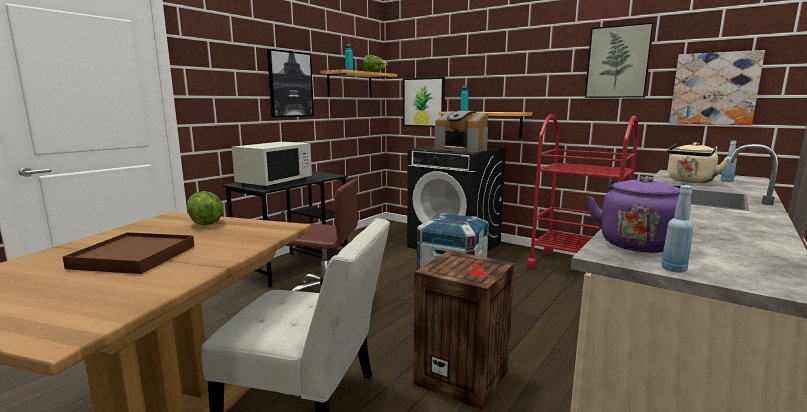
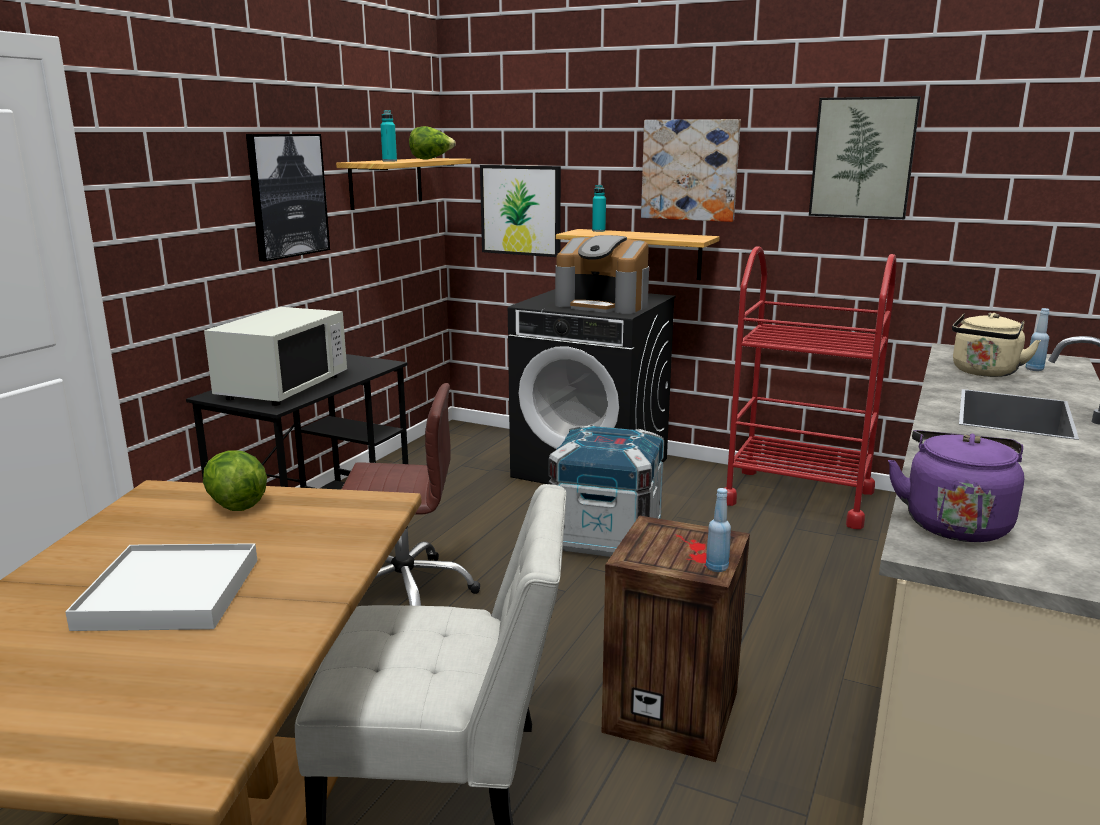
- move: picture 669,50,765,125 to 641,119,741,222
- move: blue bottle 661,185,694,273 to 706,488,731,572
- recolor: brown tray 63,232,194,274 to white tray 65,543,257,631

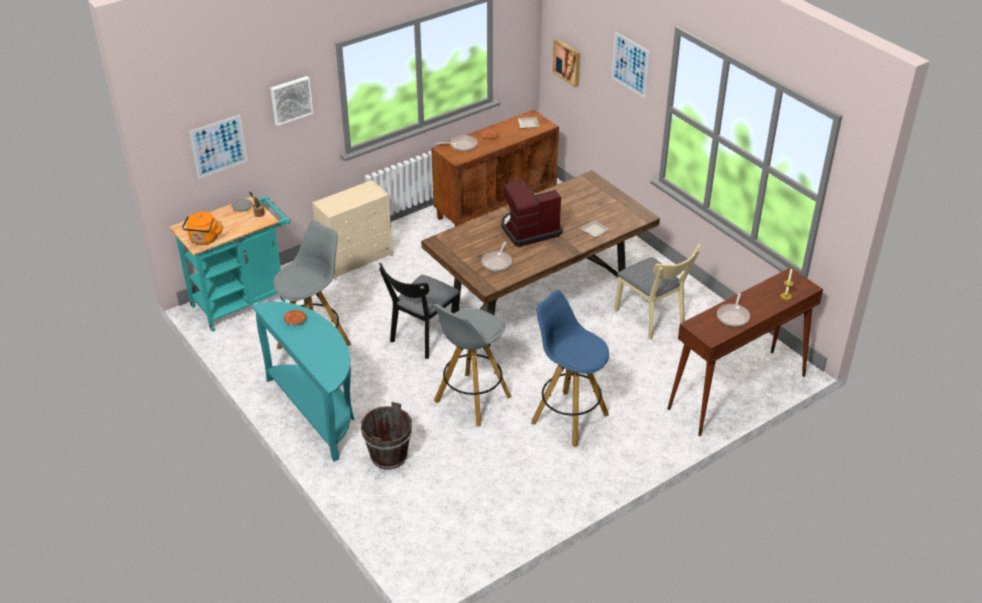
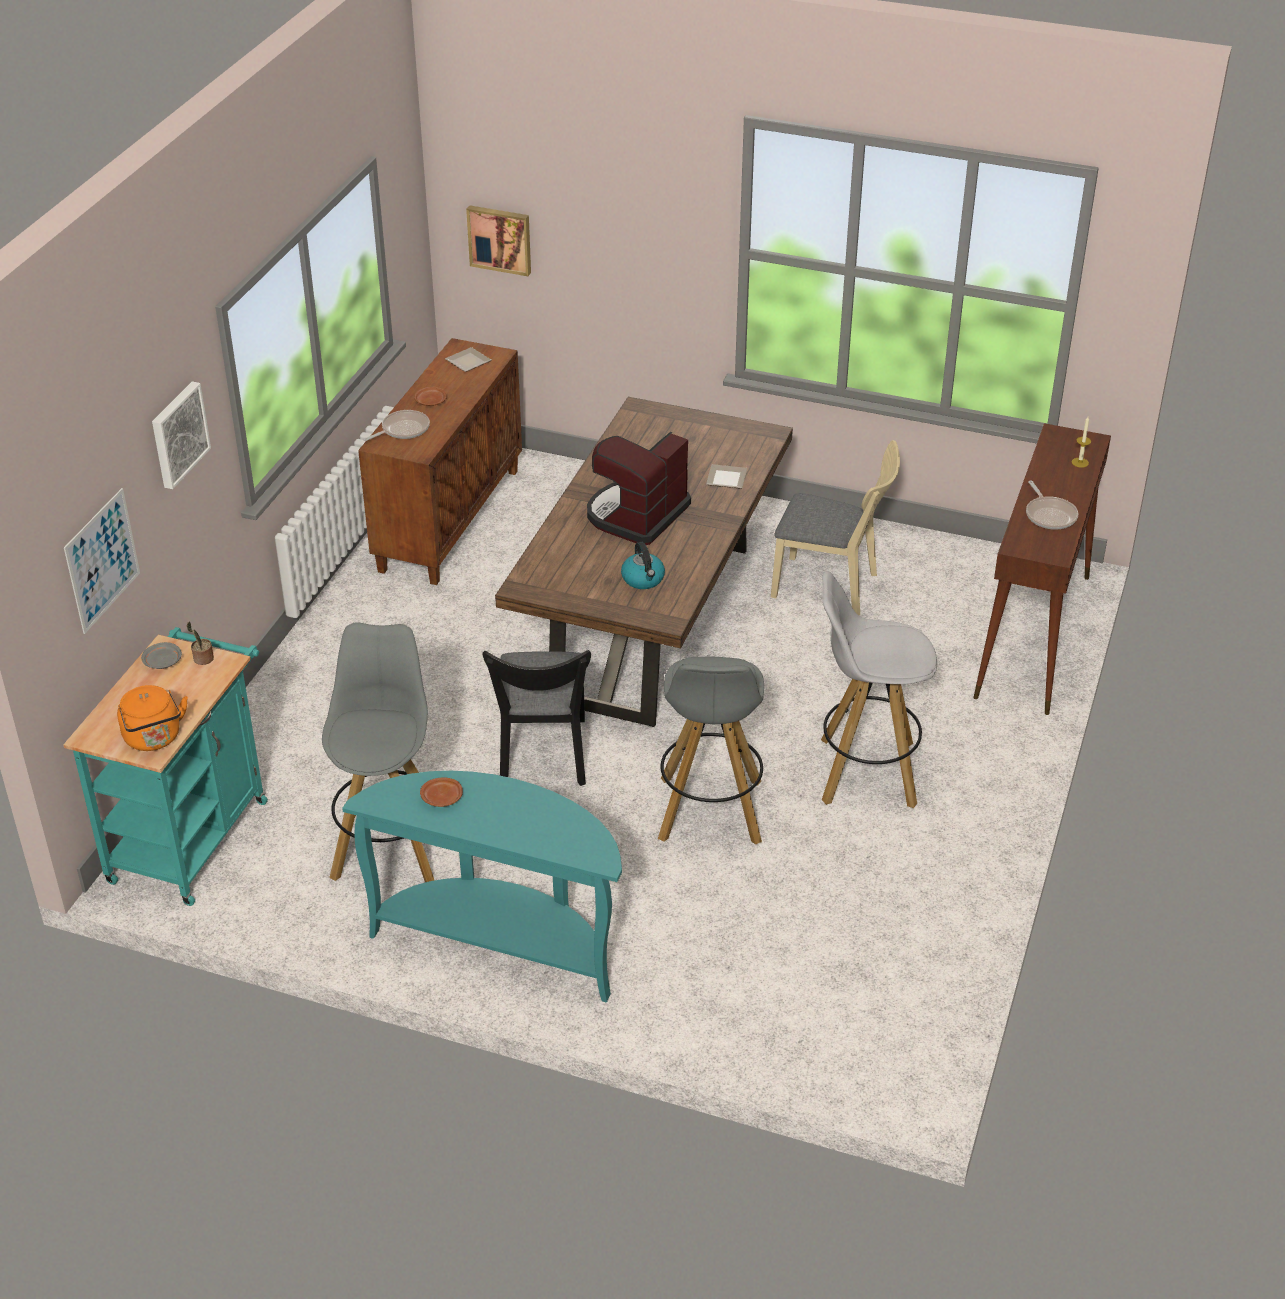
- delete: picture 612,32,650,98
- delete: beige dresser 312,180,393,280
- replace: frying pan 482,241,512,271 to kettle 621,542,665,589
- recolor: blue stool 531,290,609,447 to white stool 821,571,937,808
- delete: brown bucket 361,402,412,470

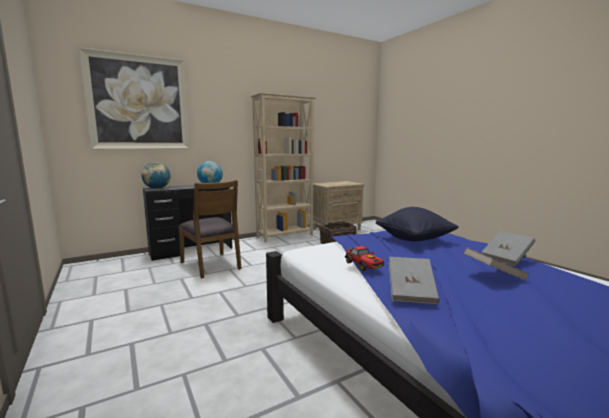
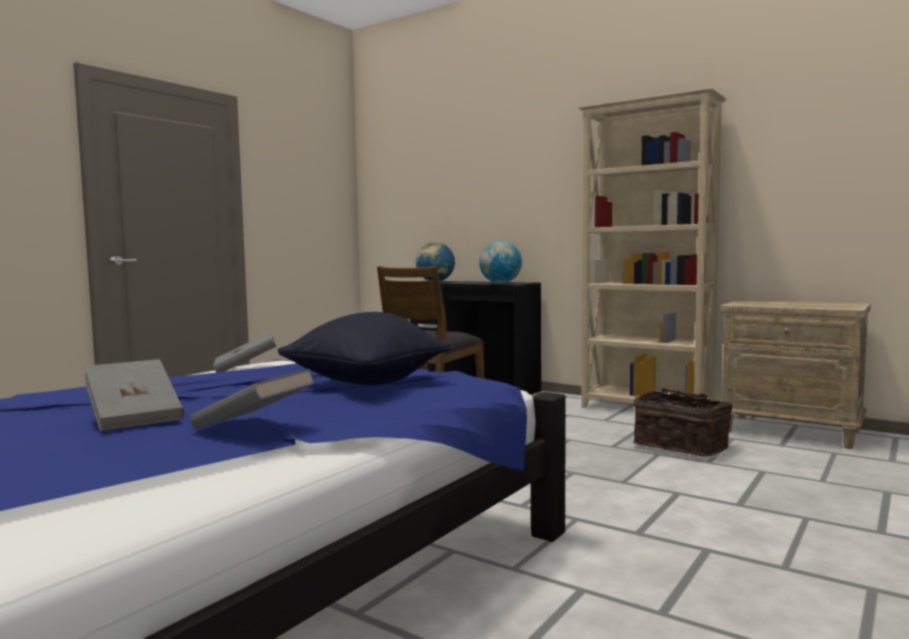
- delete: picture 79,47,190,149
- delete: toy car 345,246,384,271
- move: grey book 389,257,440,304 to 213,332,277,373

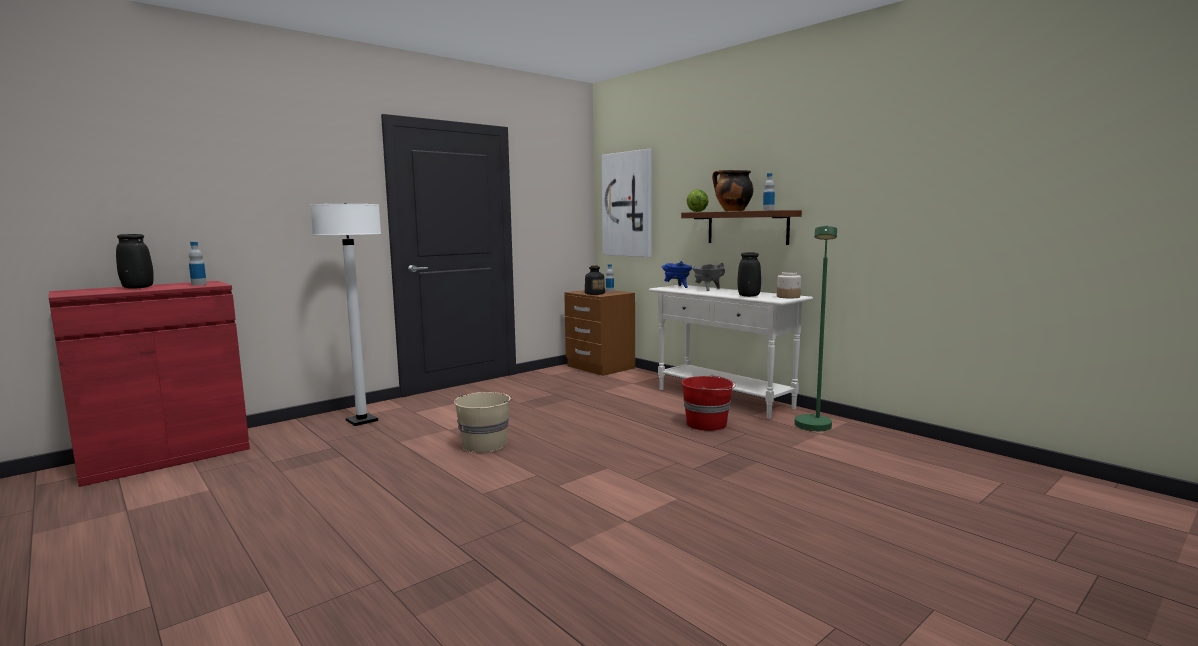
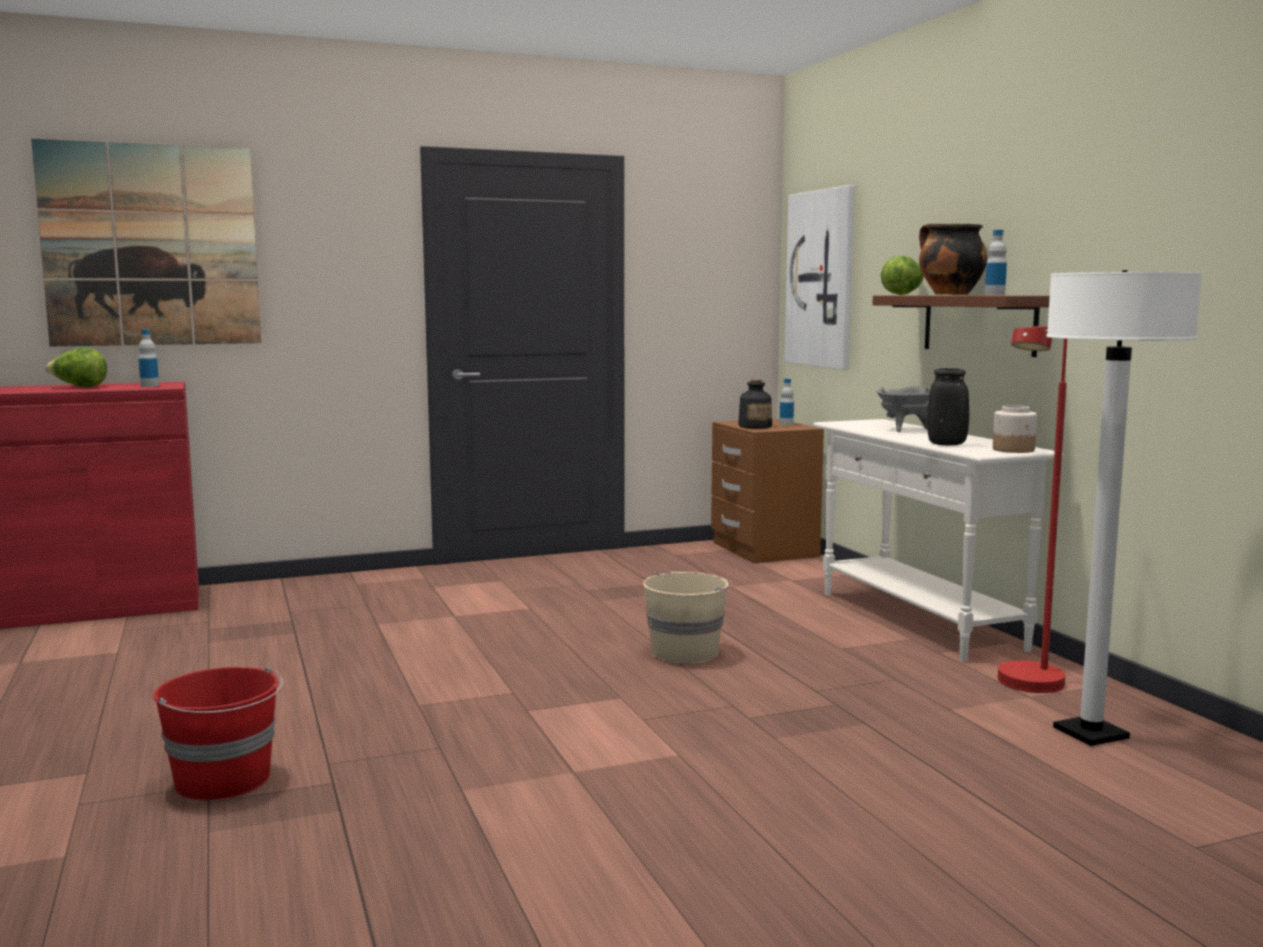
- move: white floor lamp 310,203,381,426 to 1046,270,1202,746
- recolor: green floor lamp 794,226,837,431 to red floor lamp 998,326,1067,693
- replace: black vase 116,234,154,289 to lettuce 45,348,107,387
- delete: blue cooking pot 661,261,692,288
- move: red bucket 681,376,736,431 to 153,667,283,800
- move: beige bucket 454,392,513,453 to 643,571,732,664
- insert: picture 31,139,261,346

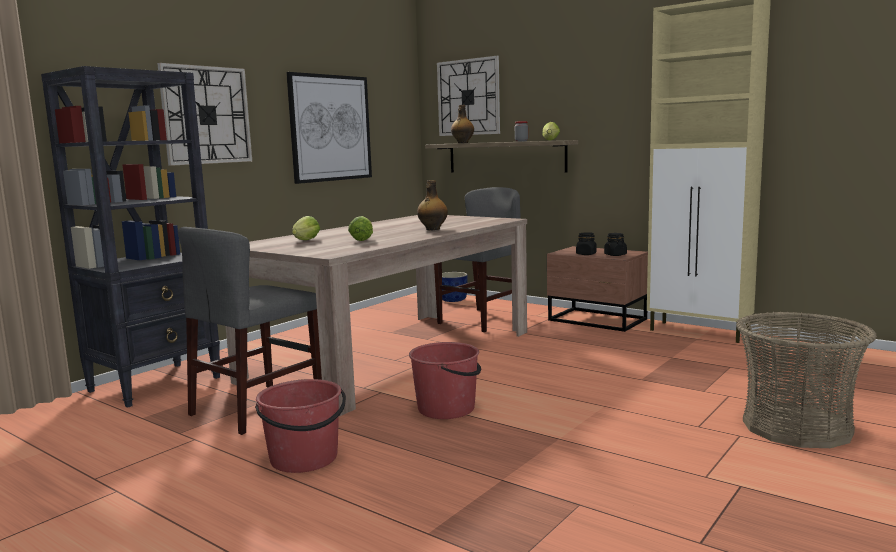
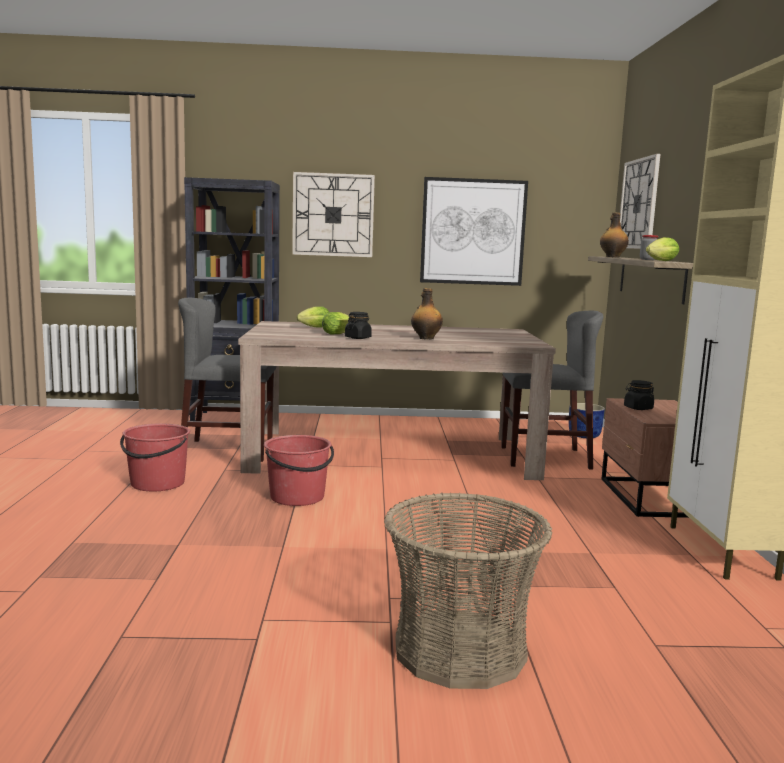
- move: black jar 604,233,627,256 to 345,312,372,339

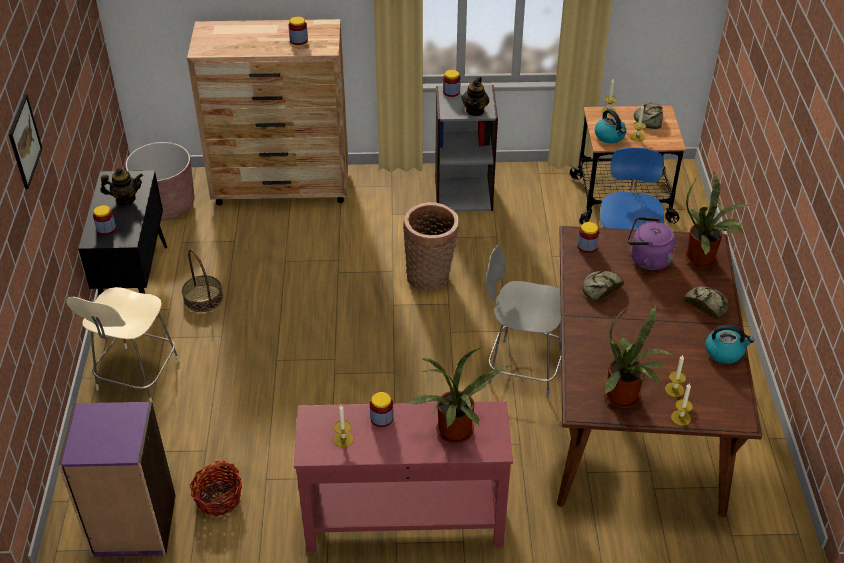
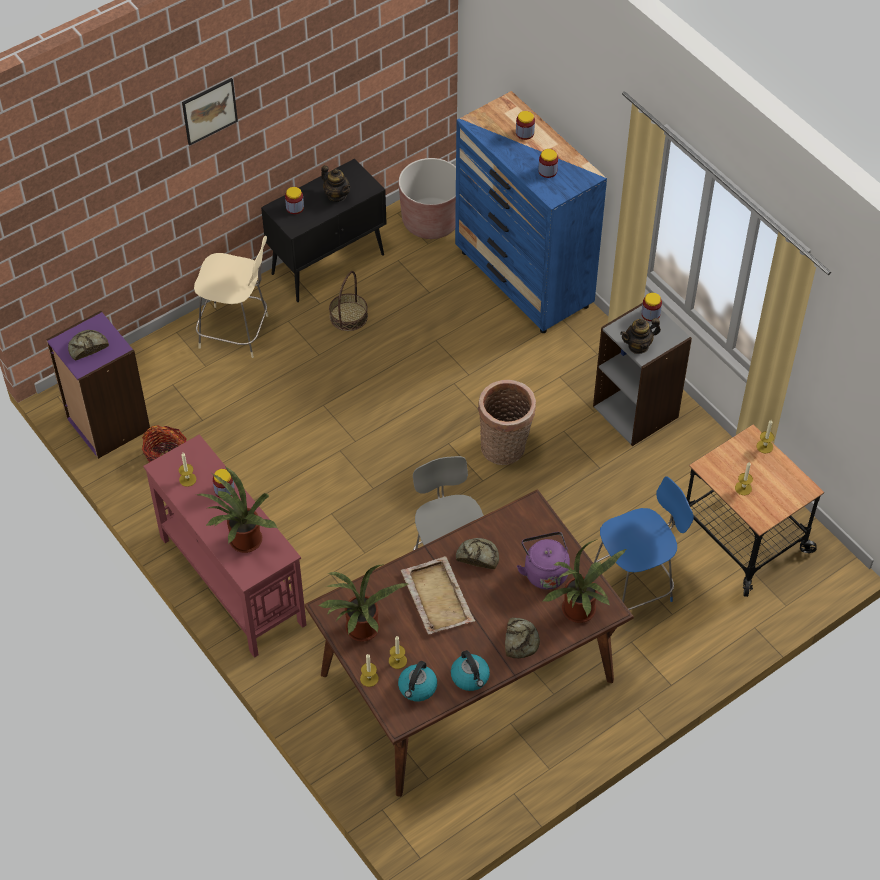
- recolor: brown dresser 187,19,348,205 to blue dresser 455,91,607,333
- move: bread 634,103,663,129 to 68,330,109,361
- move: kettle 595,109,626,143 to 398,661,437,701
- move: jar 577,222,599,253 to 516,111,535,140
- rotate: beige chair 66,287,180,403 = 194,236,268,358 150 degrees counterclockwise
- insert: beige tray 401,556,475,634

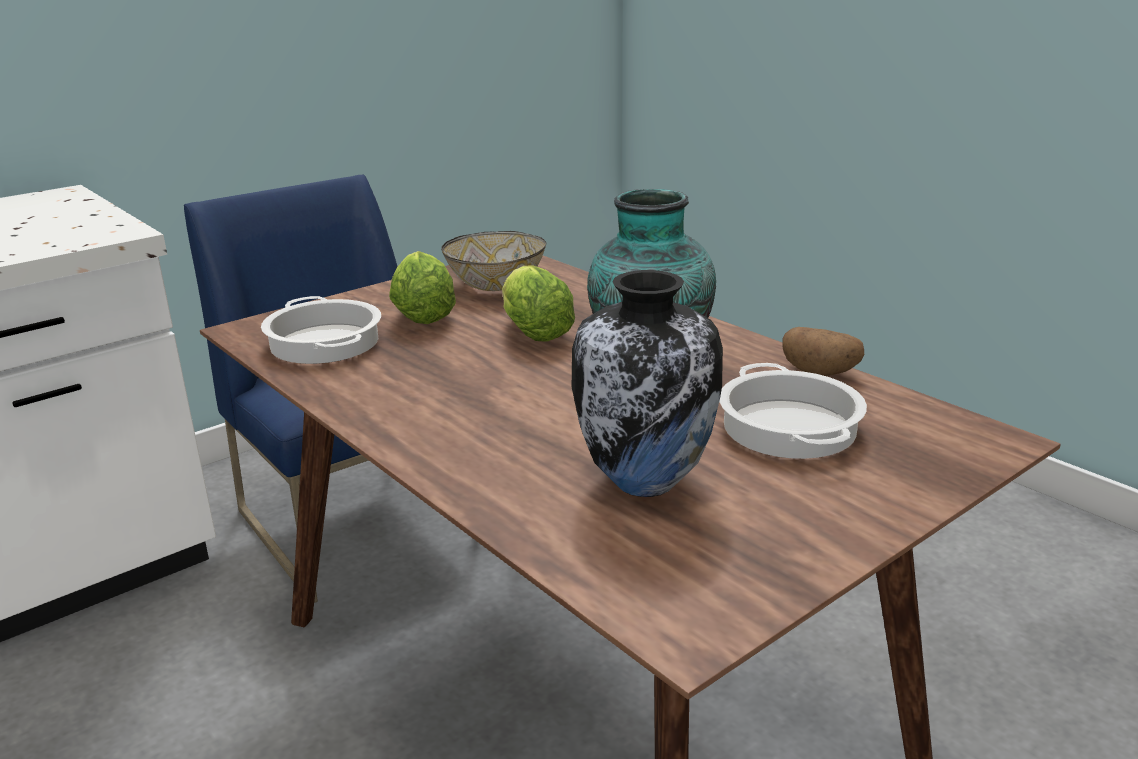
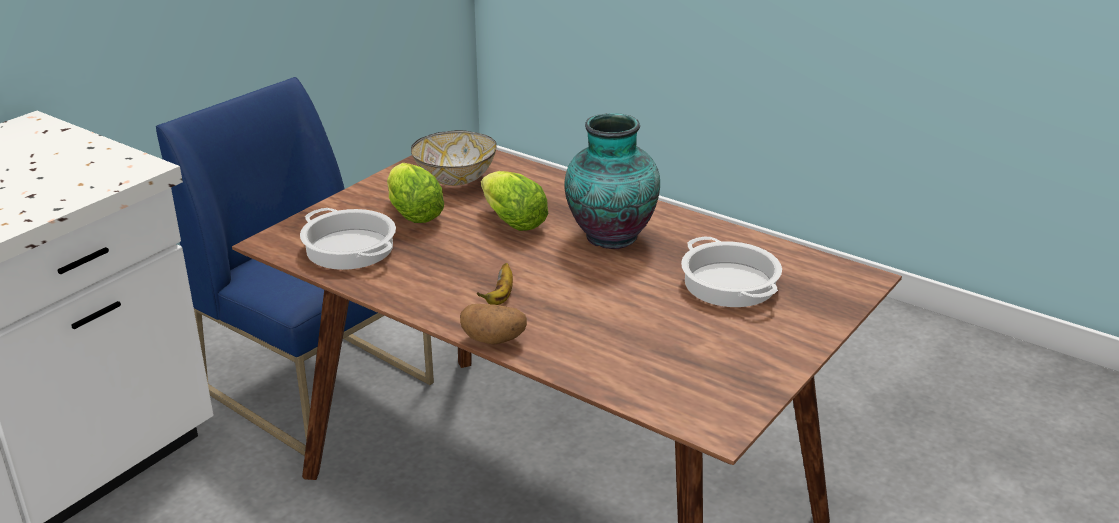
- delete: vase 572,270,723,497
- move: potato 782,327,864,376 to 460,304,527,345
- insert: banana 477,263,513,305

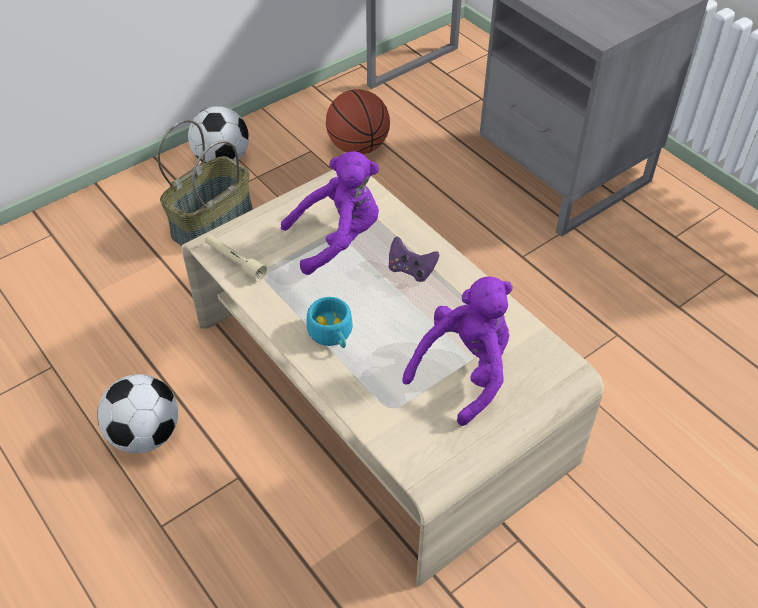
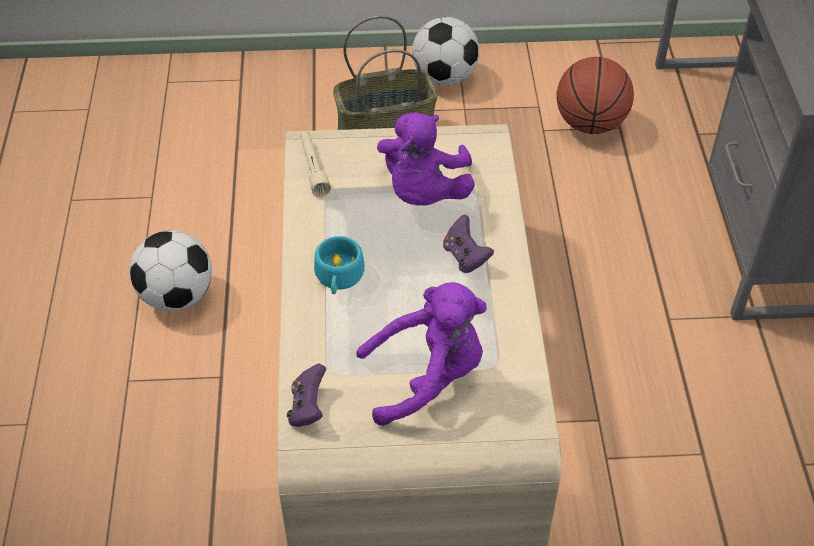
- rotate: purple plush toy 281,151,379,275 = 377,112,475,206 90 degrees clockwise
- insert: purple game controller 287,364,326,427

